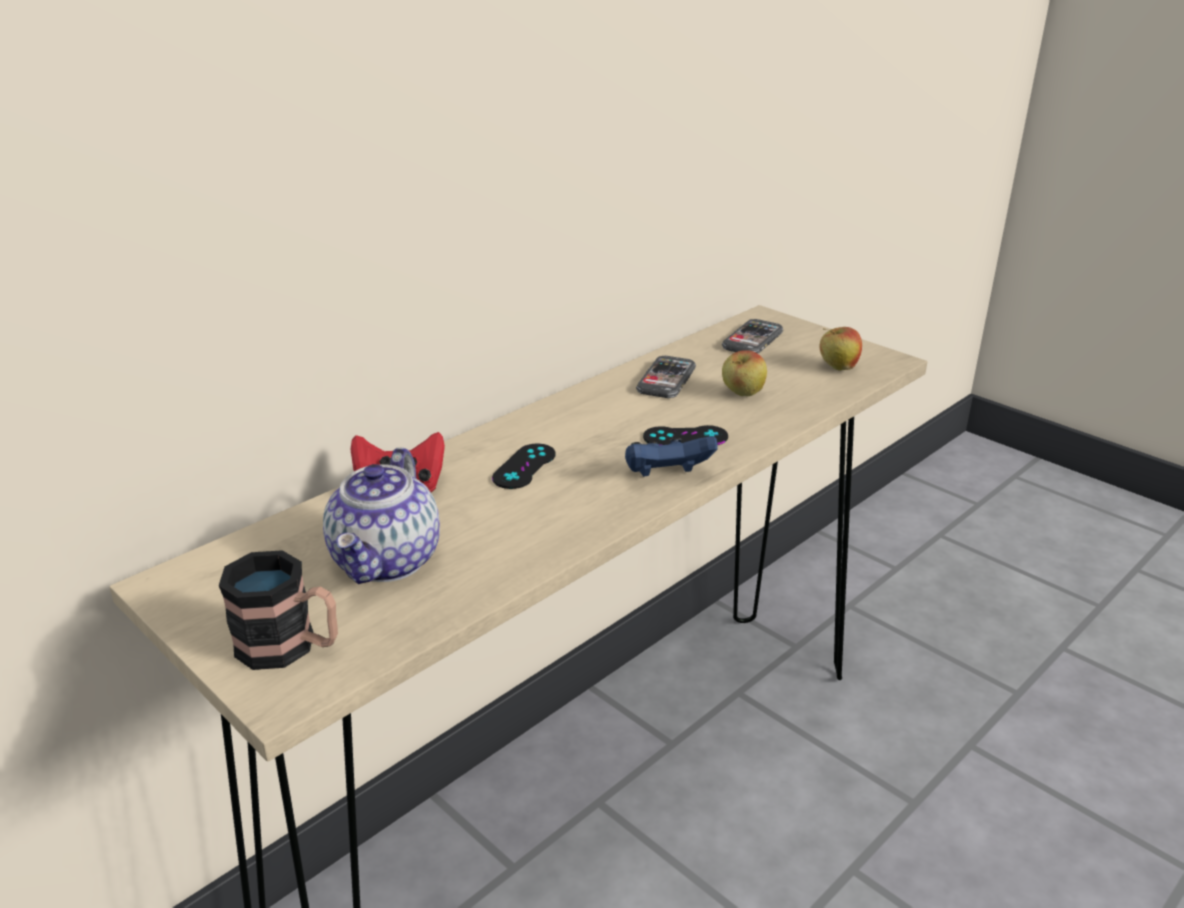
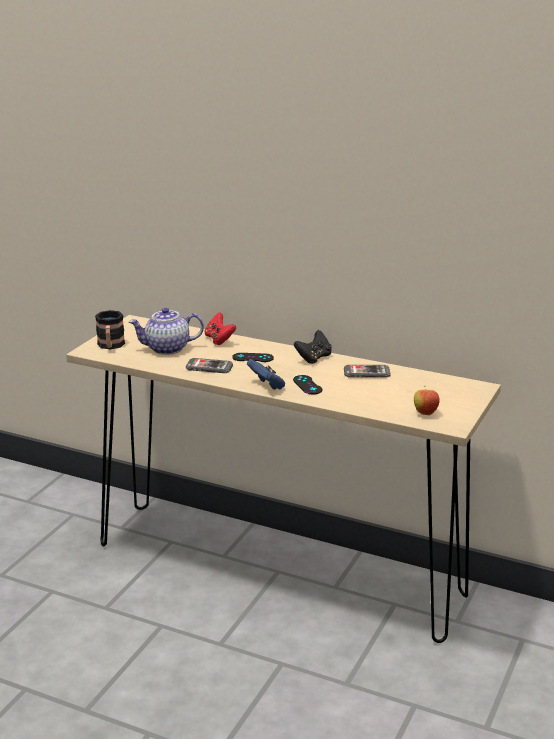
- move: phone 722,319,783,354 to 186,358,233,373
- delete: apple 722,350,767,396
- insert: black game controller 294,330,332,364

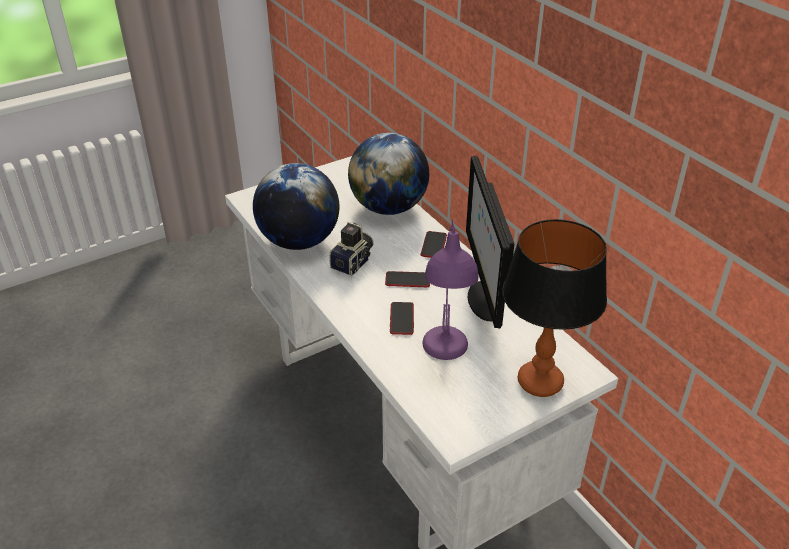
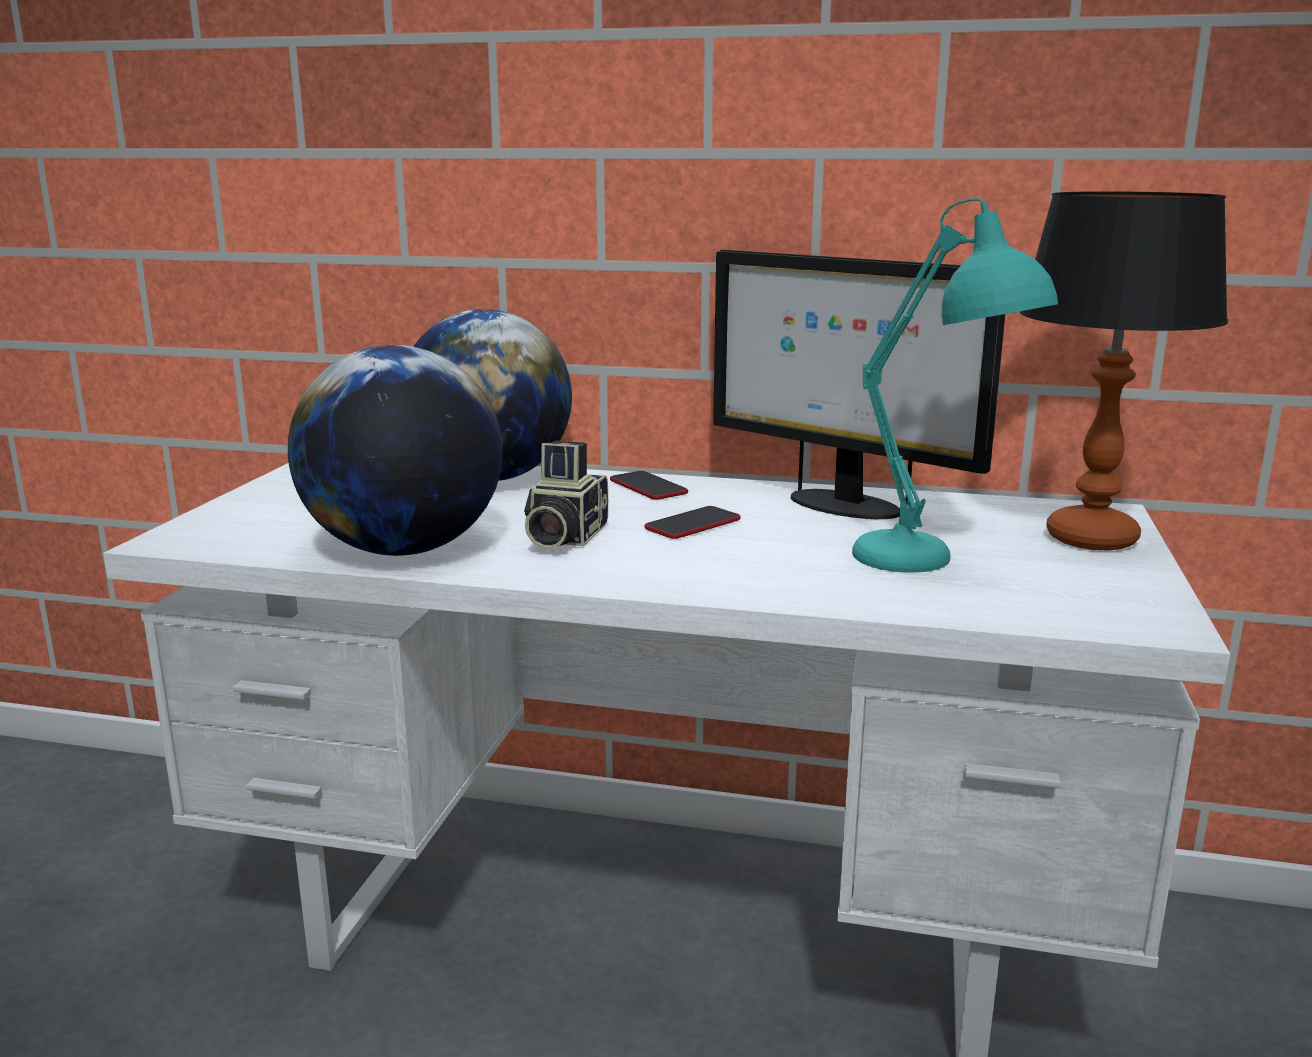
- recolor: purple table lamp 423,219,478,360 to turquoise table lamp 852,198,1058,573
- rotate: photo camera 329,222,374,276 = 524,441,608,549 150 degrees counterclockwise
- delete: phone 390,302,414,335

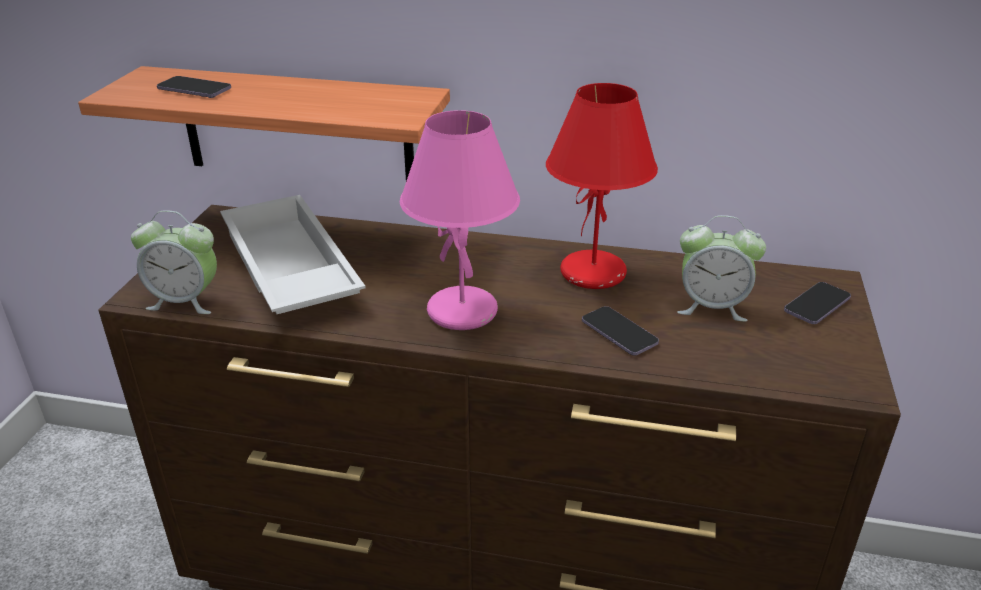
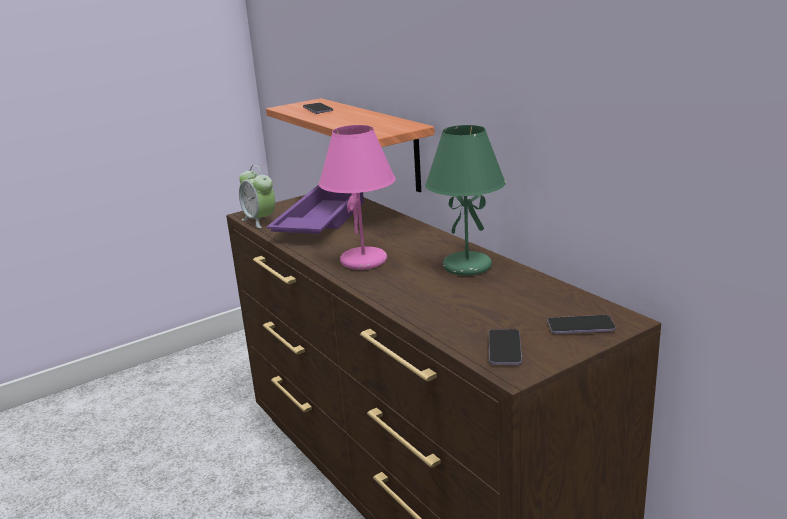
- recolor: red table lamp 546,83,658,289 to green table lamp 425,125,506,276
- recolor: white tray 220,195,366,314 to purple tray 267,185,364,234
- delete: alarm clock 677,215,766,322
- move: phone 582,306,659,355 to 489,329,522,365

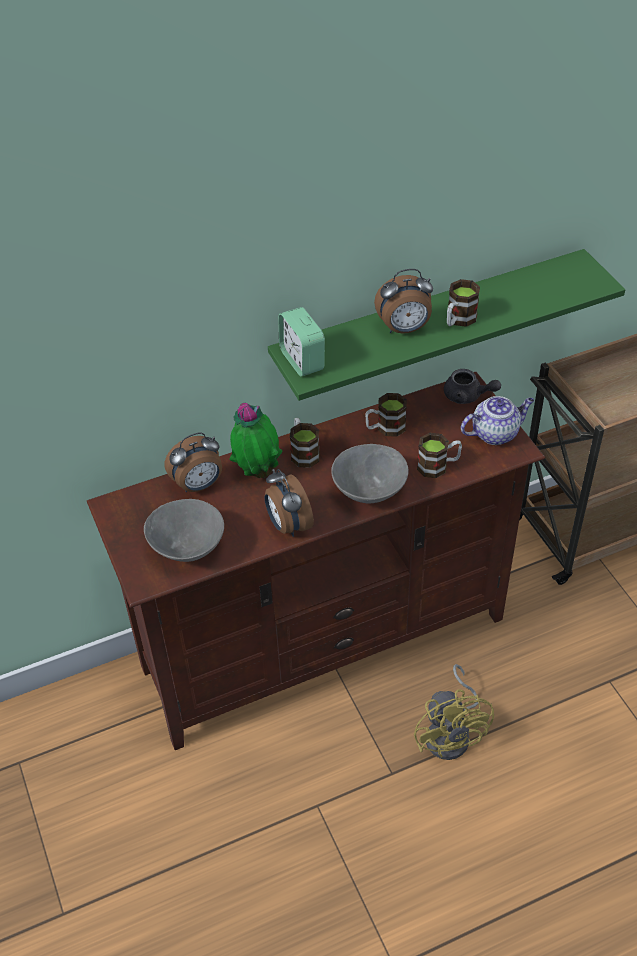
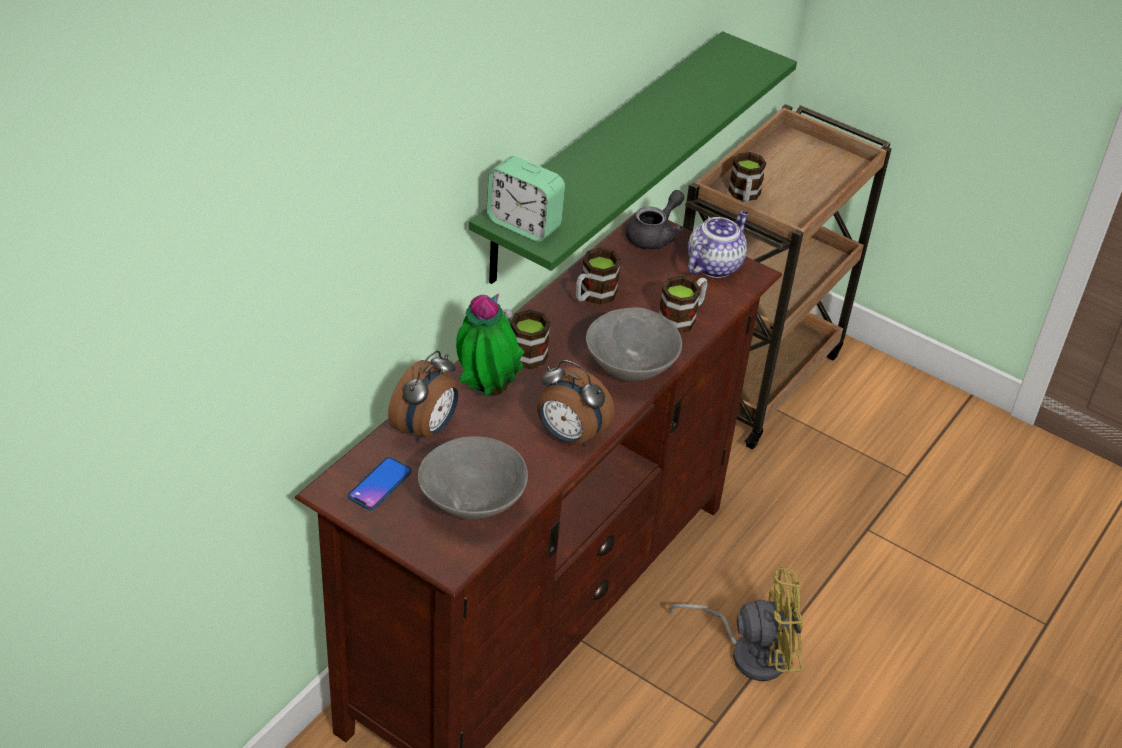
- delete: alarm clock 374,269,433,333
- move: mug 447,279,480,327 to 728,152,766,203
- rotate: grey teapot 444,369,501,404 = 626,190,685,250 45 degrees counterclockwise
- rotate: yellow fan 414,664,494,760 = 669,566,802,681 45 degrees counterclockwise
- insert: phone 348,457,412,510

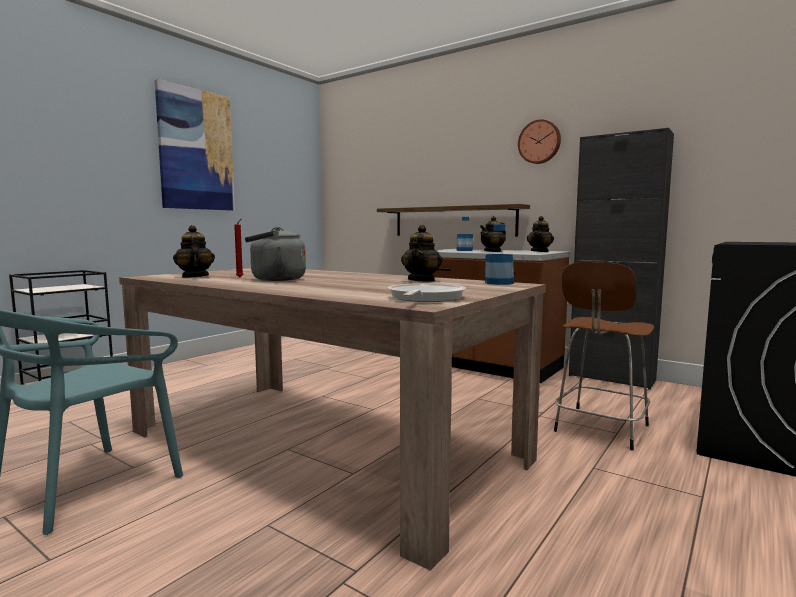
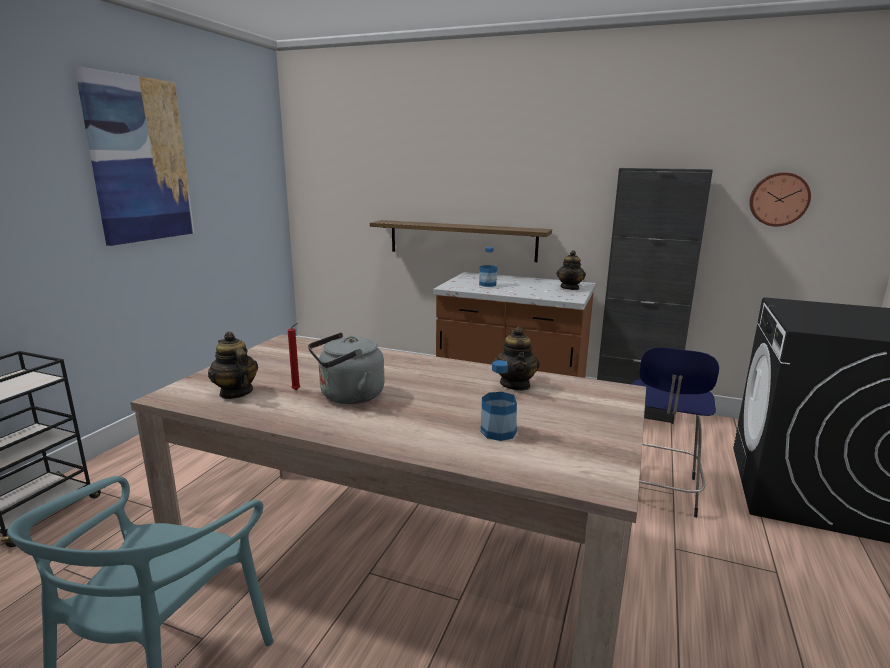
- move: wall clock 518,119,561,164 to 749,172,811,226
- delete: teapot 480,216,506,252
- move: bottle 485,224,514,285 to 481,360,517,441
- recolor: brown stool 554,262,654,450 to blue stool 632,347,719,518
- delete: frying pan 388,283,466,302

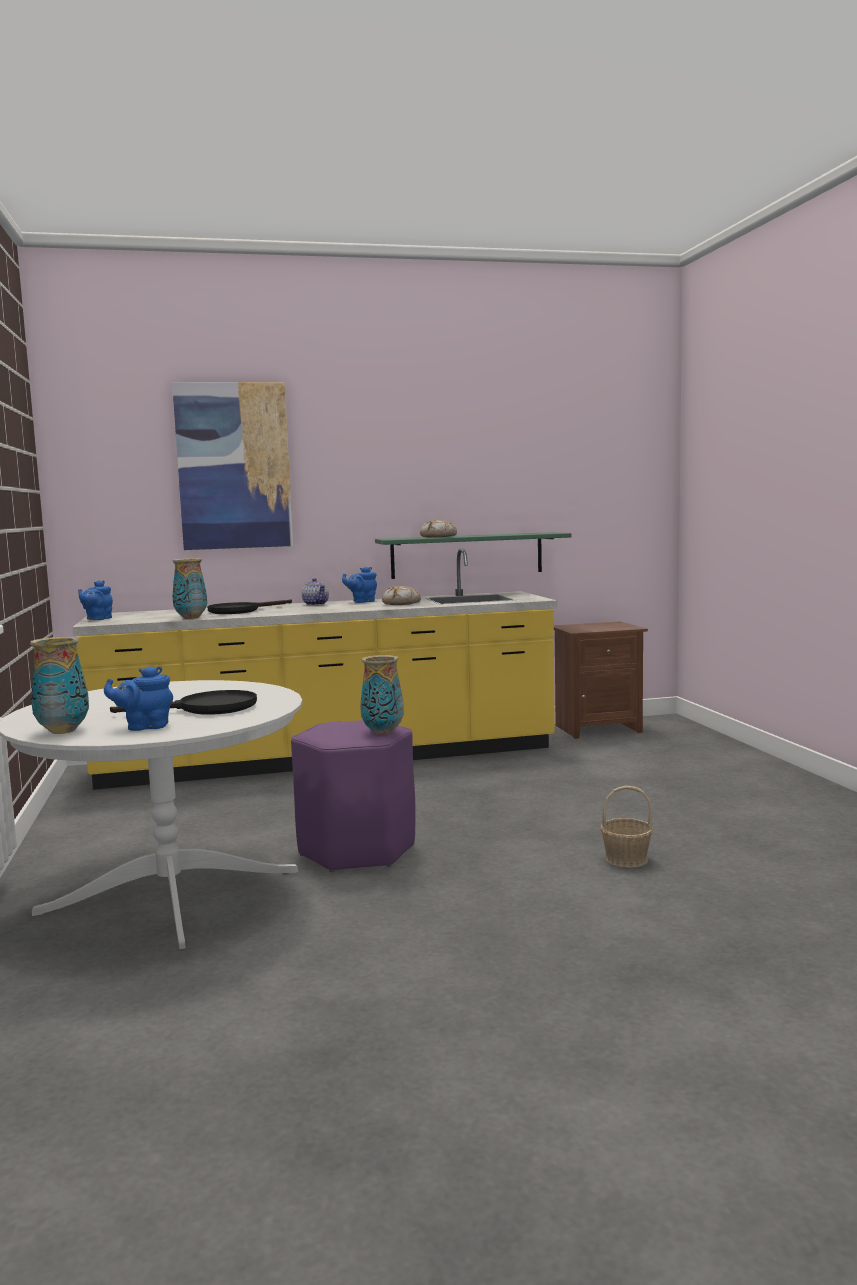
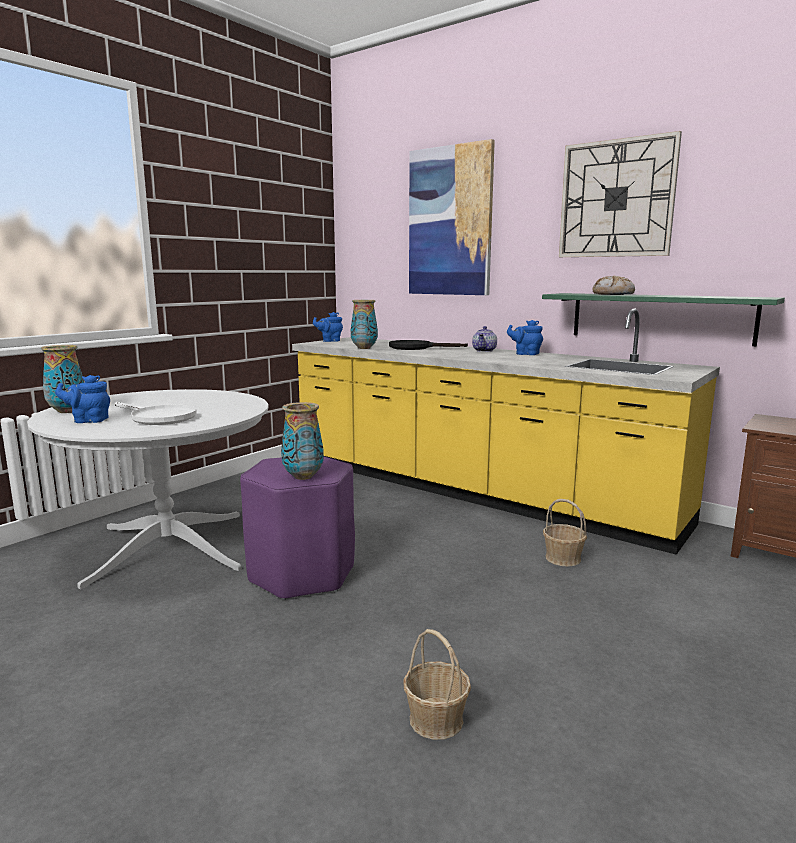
- delete: bread 382,586,421,605
- rotate: blue teapot 104,666,173,731 = 55,375,110,423 45 degrees counterclockwise
- recolor: black frying pan 110,690,257,715 to white frying pan 115,402,197,425
- insert: wall clock 559,131,682,257
- insert: basket 543,499,587,567

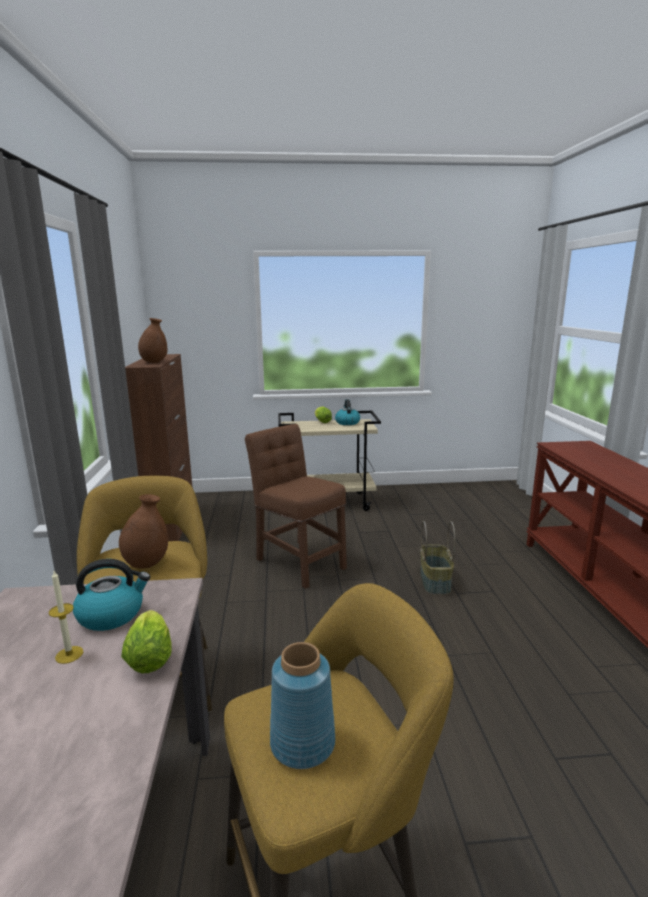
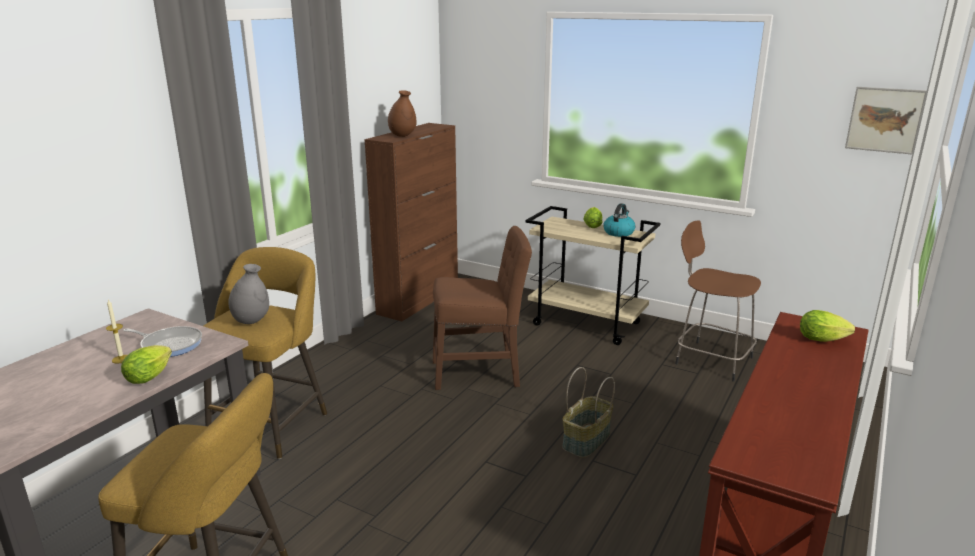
- rotate: brown chair 245,424,347,589 = 433,226,532,390 90 degrees clockwise
- recolor: brown vase 119,494,168,569 to grey vase 228,264,269,324
- replace: kettle 73,559,150,631 to frying pan 123,326,202,357
- delete: blue vase 270,642,335,769
- insert: picture 845,87,927,154
- insert: brown stool 675,220,761,381
- insert: lettuce 800,310,855,342

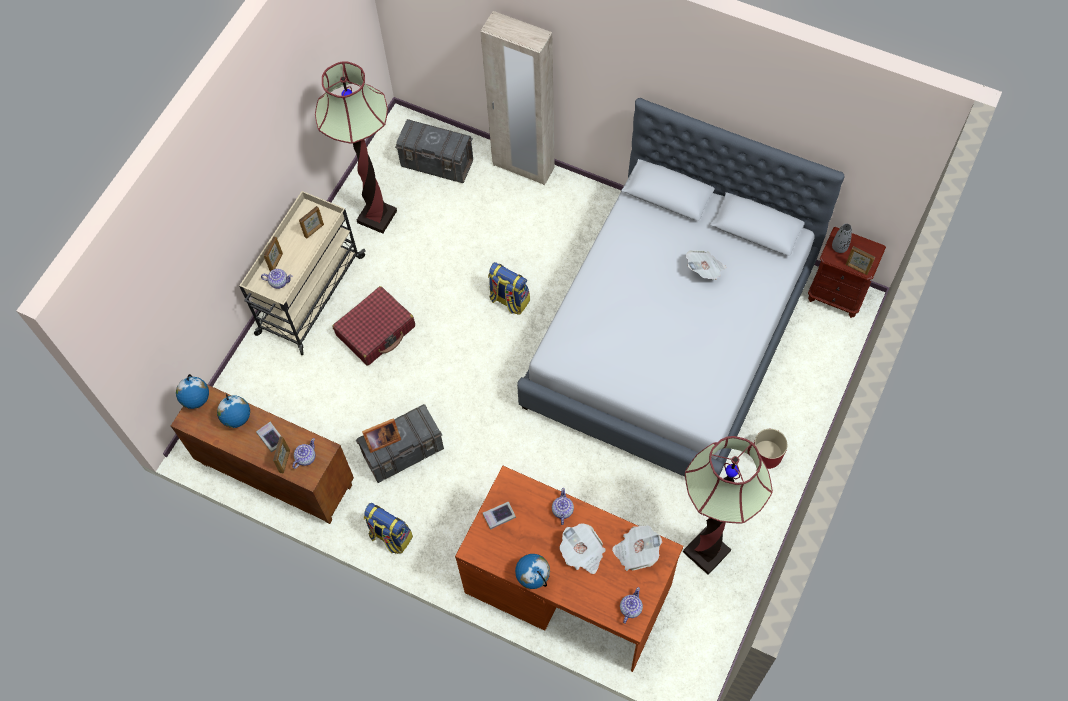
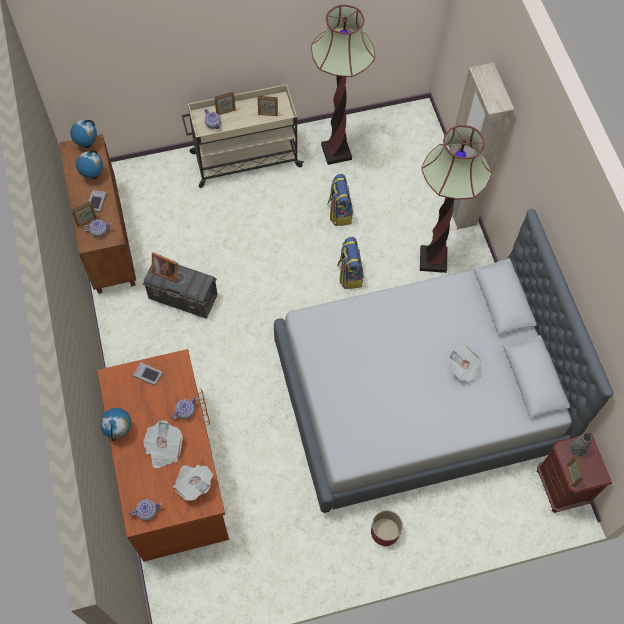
- delete: grey storage box 395,119,473,183
- delete: red suitcase 332,286,415,366
- move: floor lamp 683,436,773,575 to 420,125,492,273
- move: backpack 364,503,413,554 to 327,174,353,226

